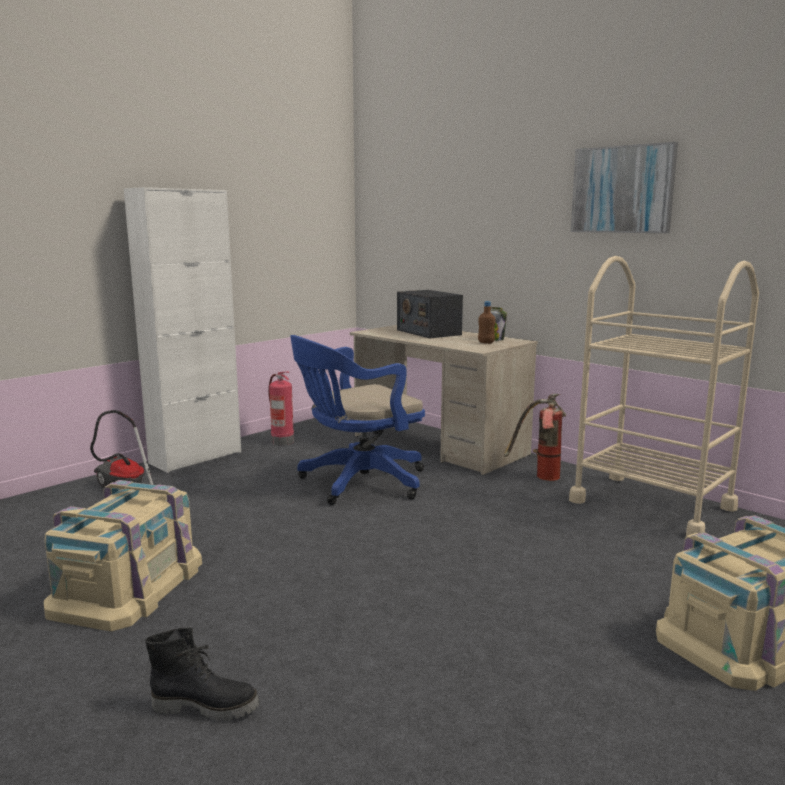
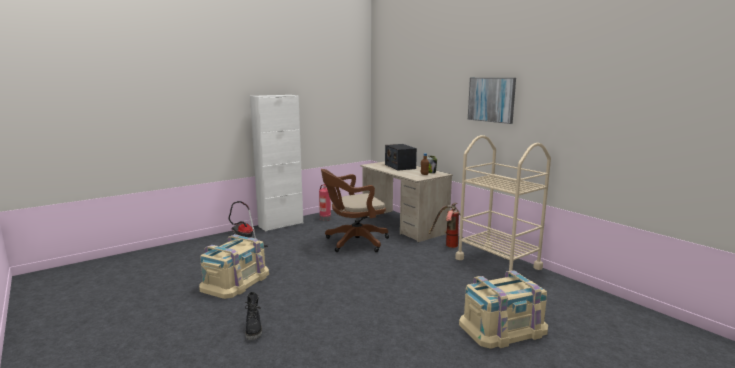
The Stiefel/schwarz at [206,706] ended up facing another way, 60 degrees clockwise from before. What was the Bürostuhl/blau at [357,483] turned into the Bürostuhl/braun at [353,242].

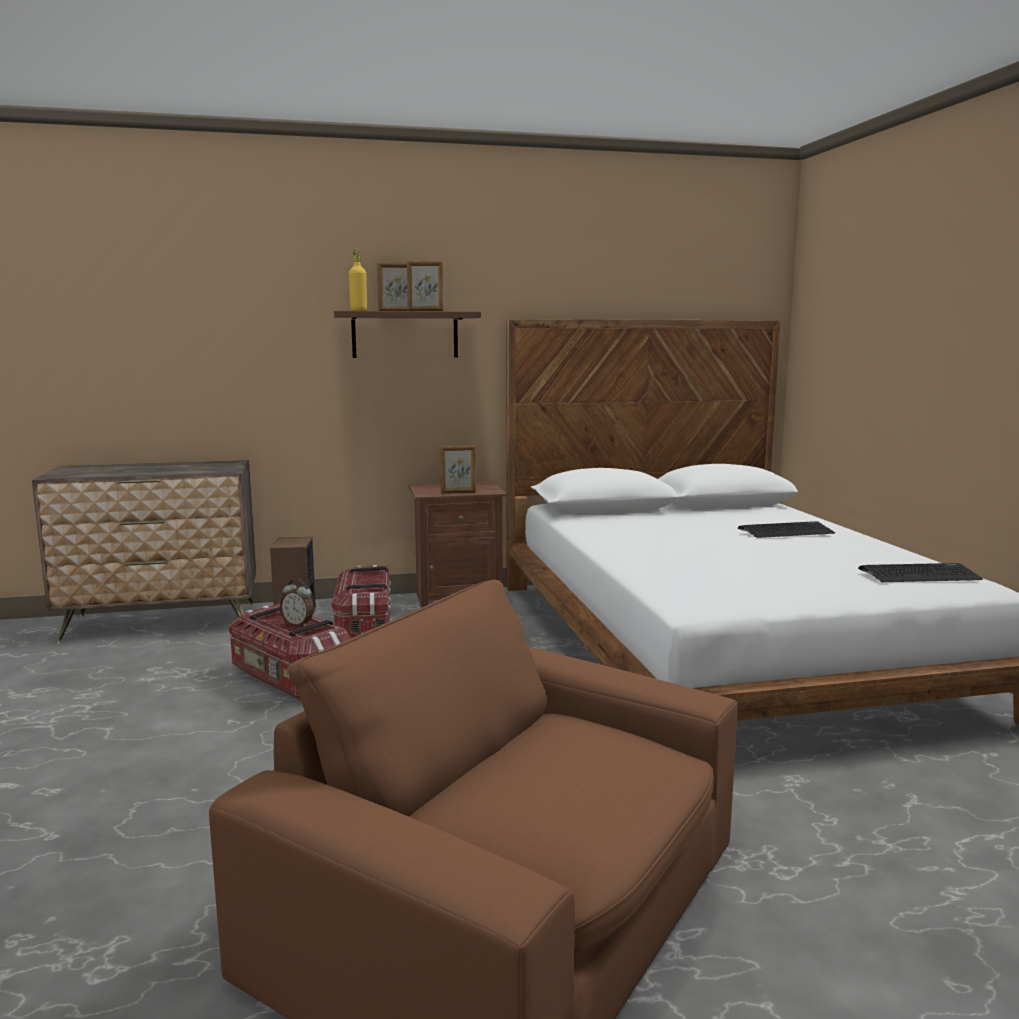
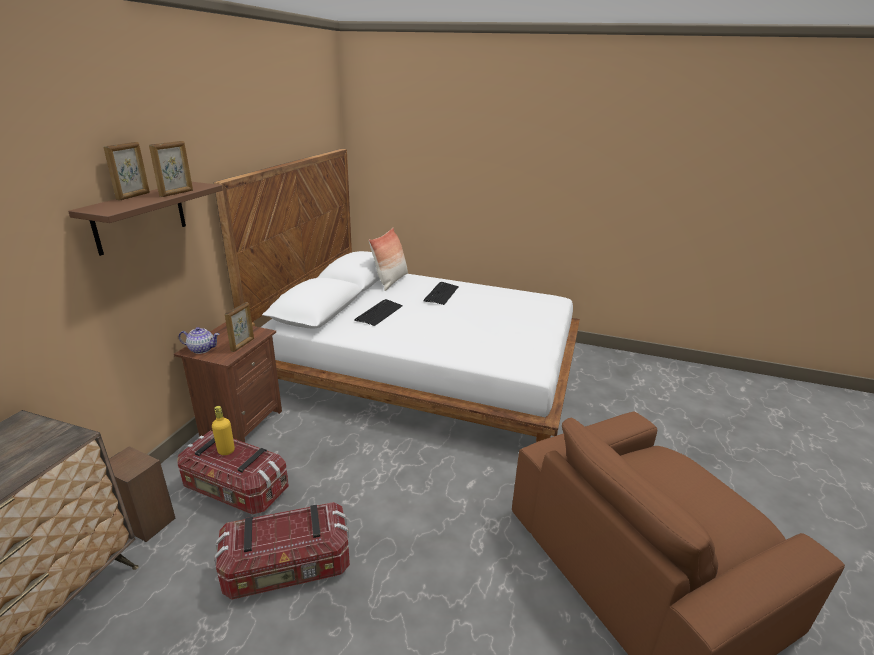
The second view gained the Teekanne at [201,349]. The Flasche/gelb ended up elsewhere, having gone from [358,310] to [226,451]. The Tastatur ended up elsewhere, having gone from [919,575] to [379,313]. The second view gained the Kissen at [391,281]. The second view lost the Wecker at [298,624].

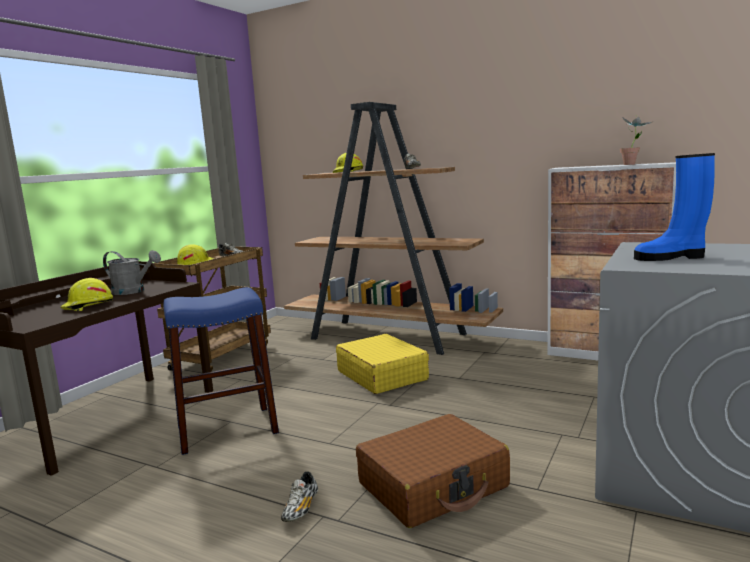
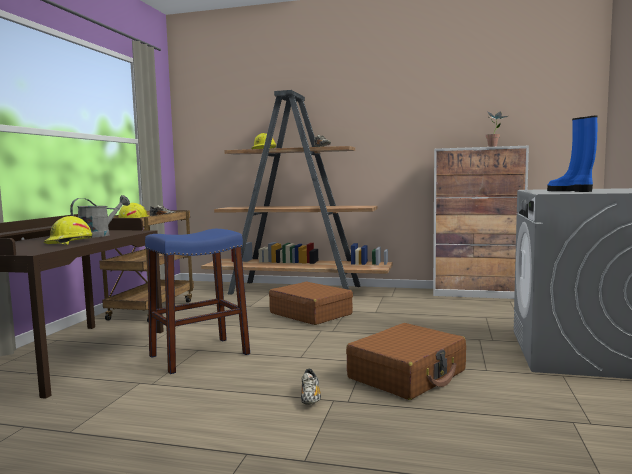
The Gießkanne/grau at [133,291] ended up facing another way, 60 degrees counterclockwise from before. What was the Koffer/gelb at [382,375] turned into the Koffer/braun at [310,313]. The Stiefel/blau at [671,258] ended up facing another way, 75 degrees clockwise from before.

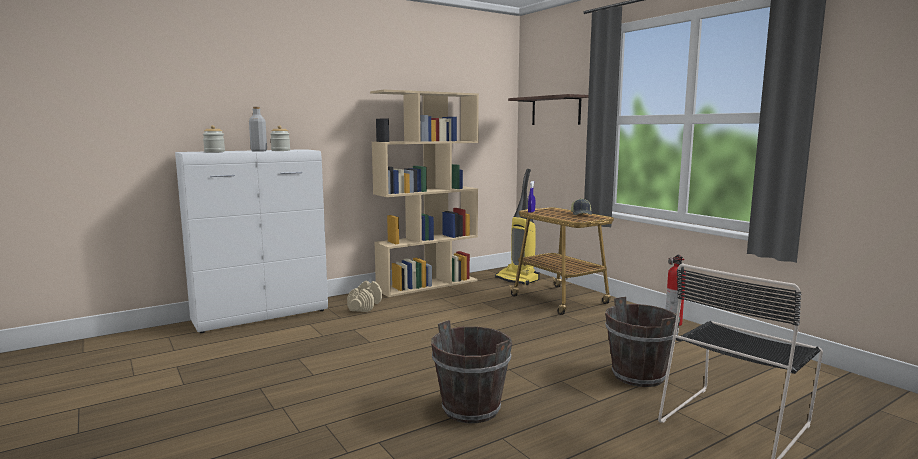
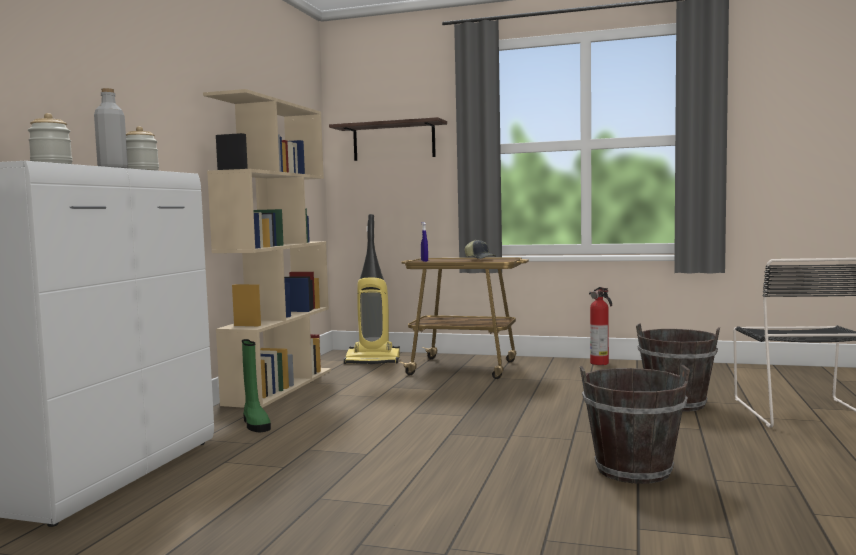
Where the Hantel/beige stood at [365,306], the Stiefel/grün came to stand at [255,424].

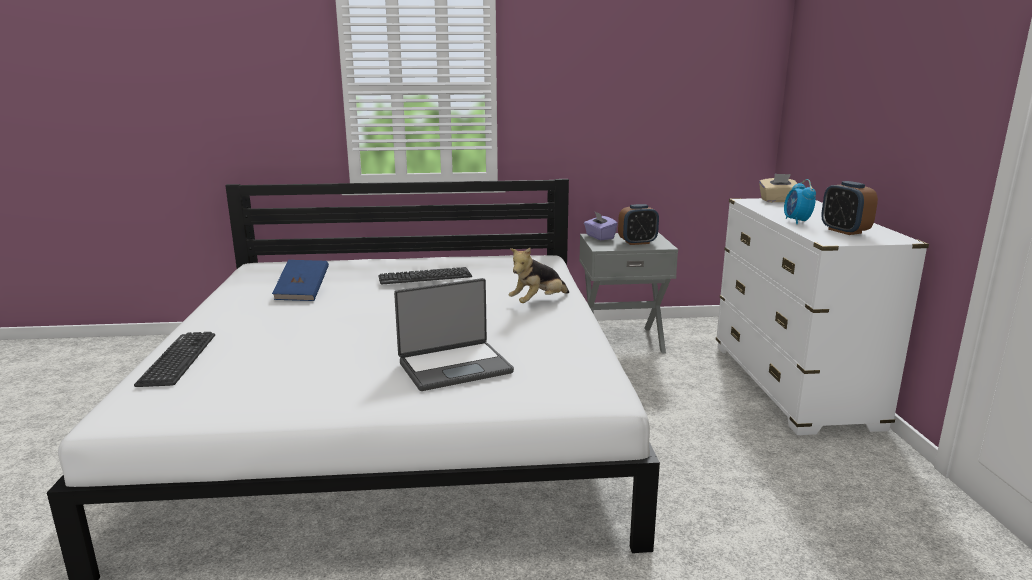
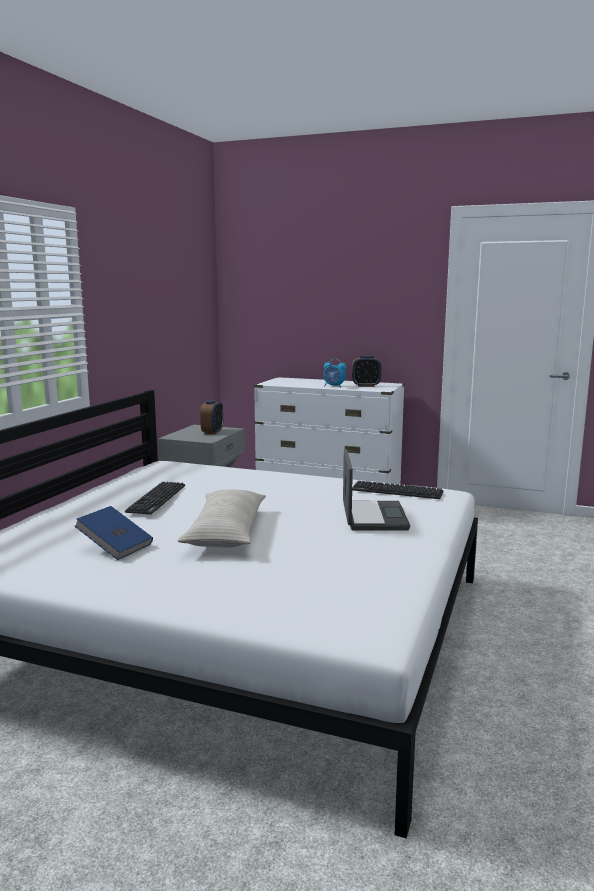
The second view gained the Kissen/beige at [226,531]. The Tastatur ended up elsewhere, having gone from [178,359] to [397,491]. The second view lost the Plüschtier at [538,302]. The second view lost the Taschentuchbox/lila at [599,237]. The second view lost the Taschentuchbox/beige at [778,201].

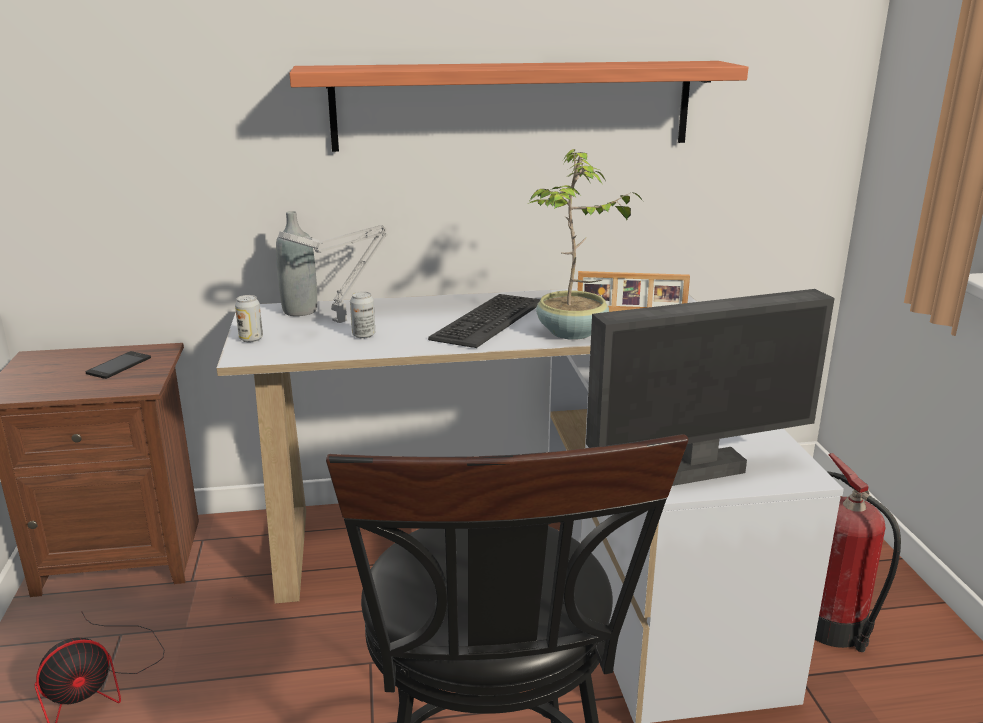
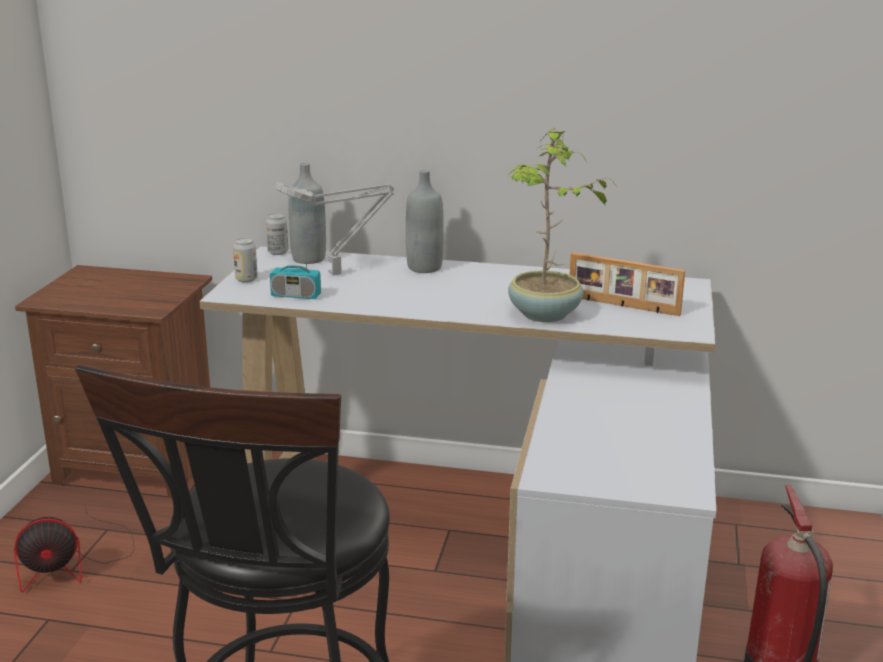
The Dose ended up elsewhere, having gone from [363,335] to [278,252]. The second view gained the Radio at [296,295]. The second view gained the Flasche/grau at [424,268]. The second view lost the Handy at [119,366]. The second view lost the Wandregal at [513,105]. The second view lost the Tastatur at [487,321]. The second view lost the Monitor at [696,470].

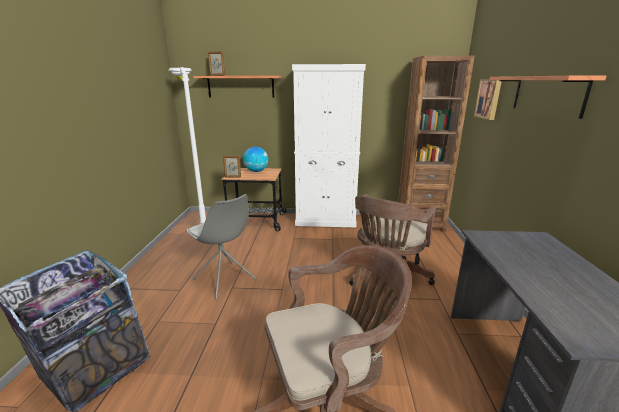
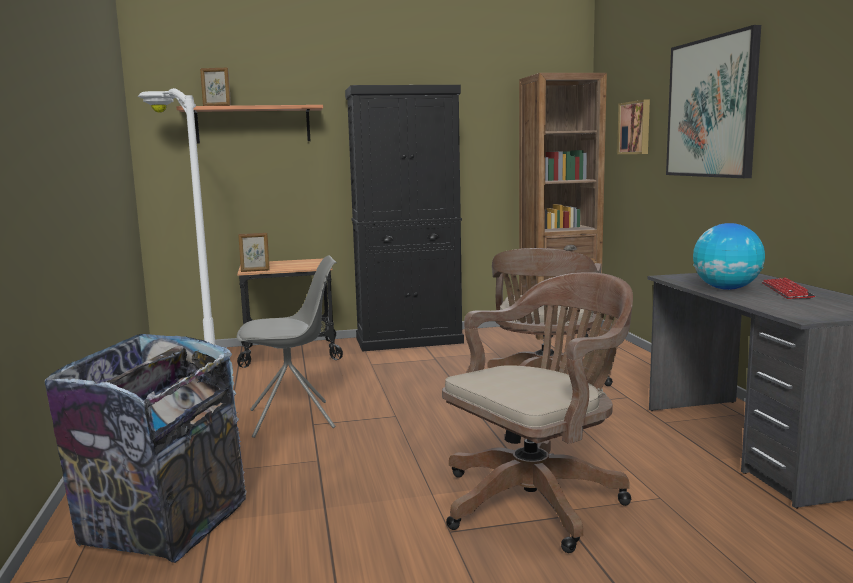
The Stuhl/grau at [225,280] ended up facing another way, 45 degrees counterclockwise from before. What was the Schrank/weiß at [325,220] turned into the Schrank/schwarz at [409,340]. Where the Wandregal hung at [547,94], the Bild came to hang at [711,108]. The Globus ended up elsewhere, having gone from [256,171] to [726,289]. The second view gained the Tastatur at [786,291].

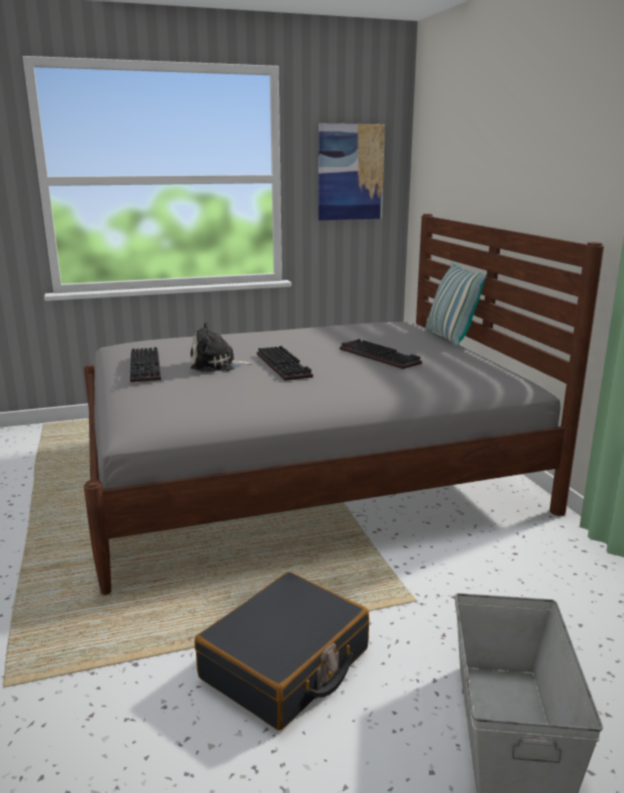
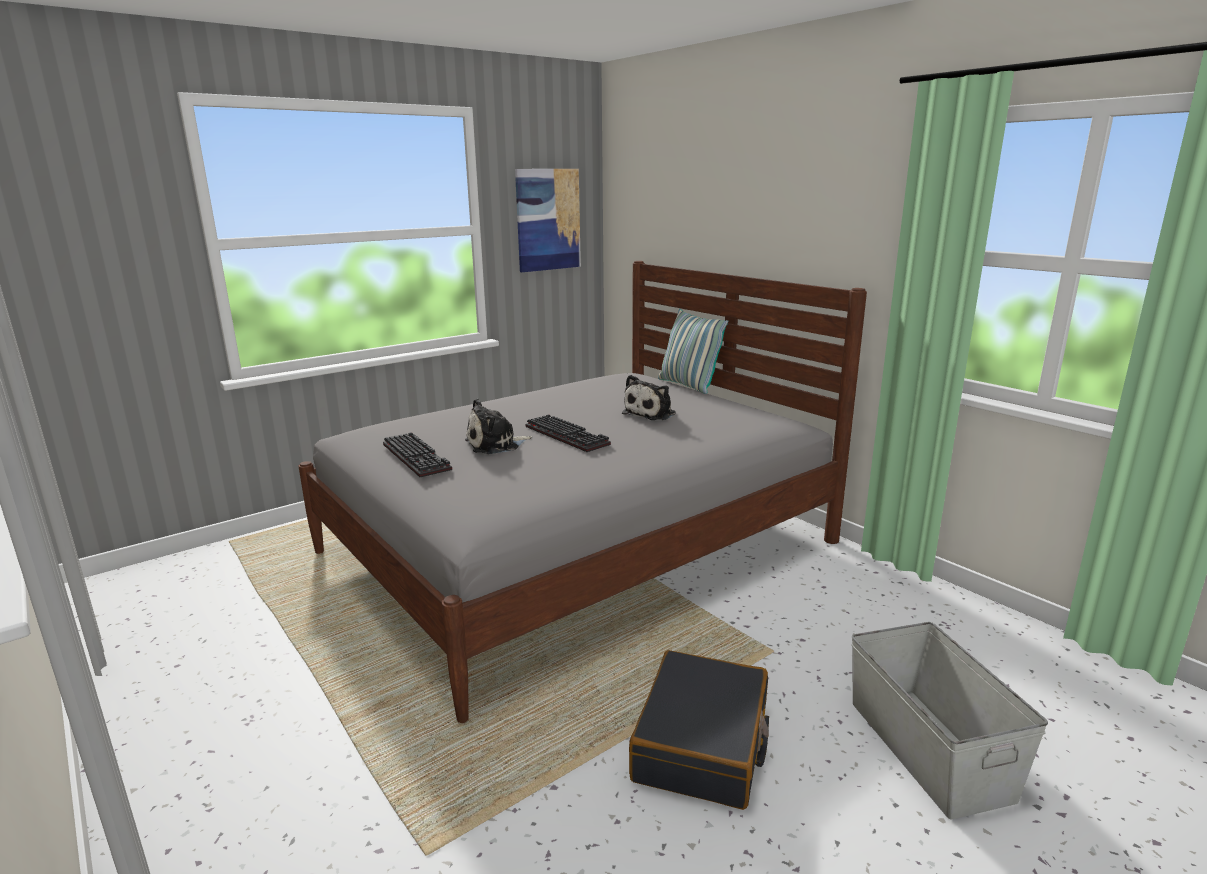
Where the Tastatur stood at [381,356], the Plüschtier came to stand at [651,413].

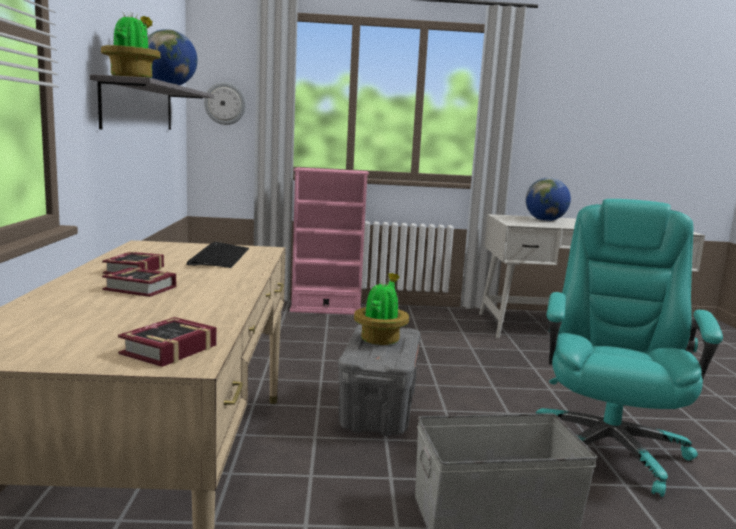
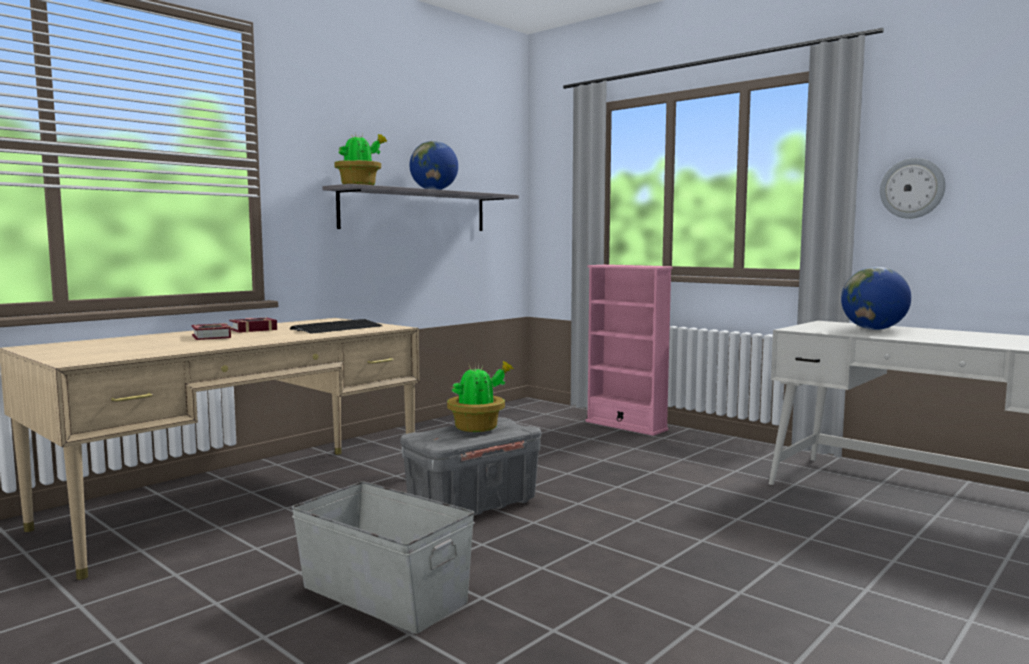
The Wanduhr ended up elsewhere, having gone from [225,103] to [912,188]. The second view lost the Buch at [164,350]. The second view lost the Bürostuhl/türkis at [608,448].

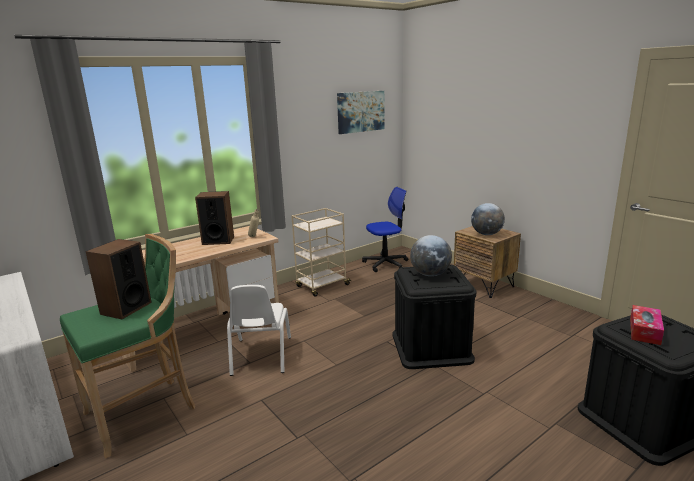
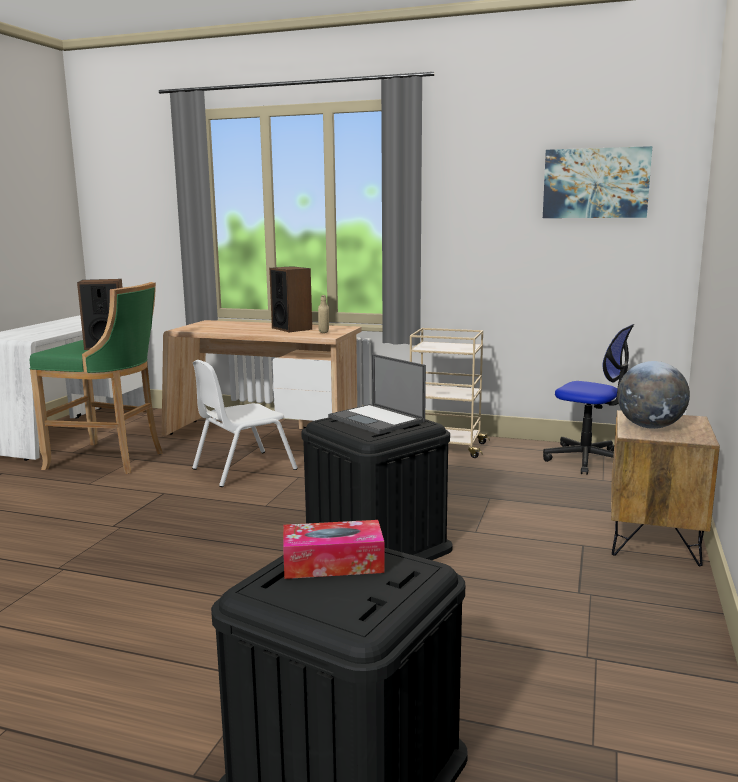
Where the Globus stood at [430,274], the Laptop came to stand at [377,420].

